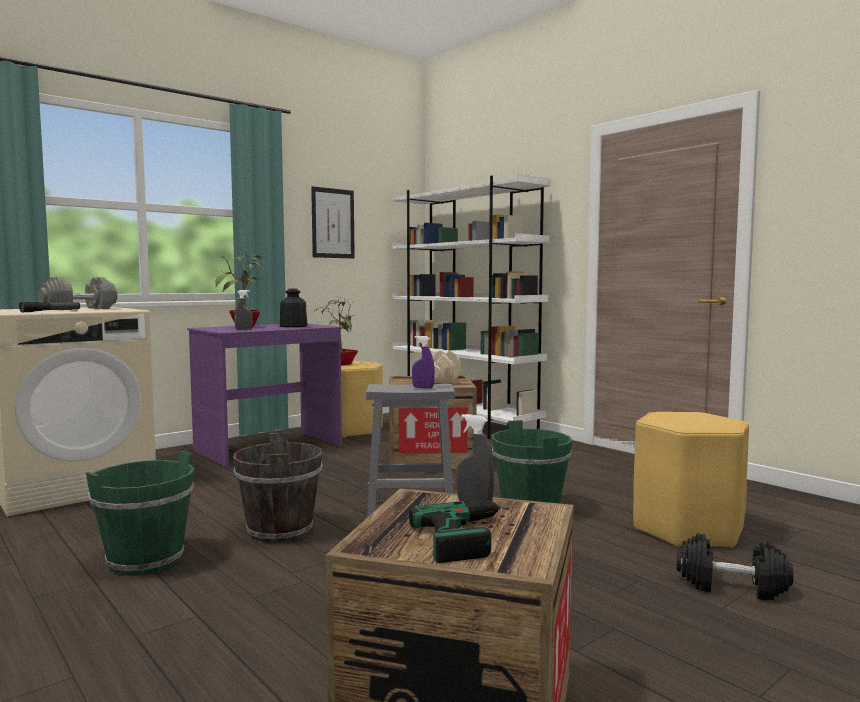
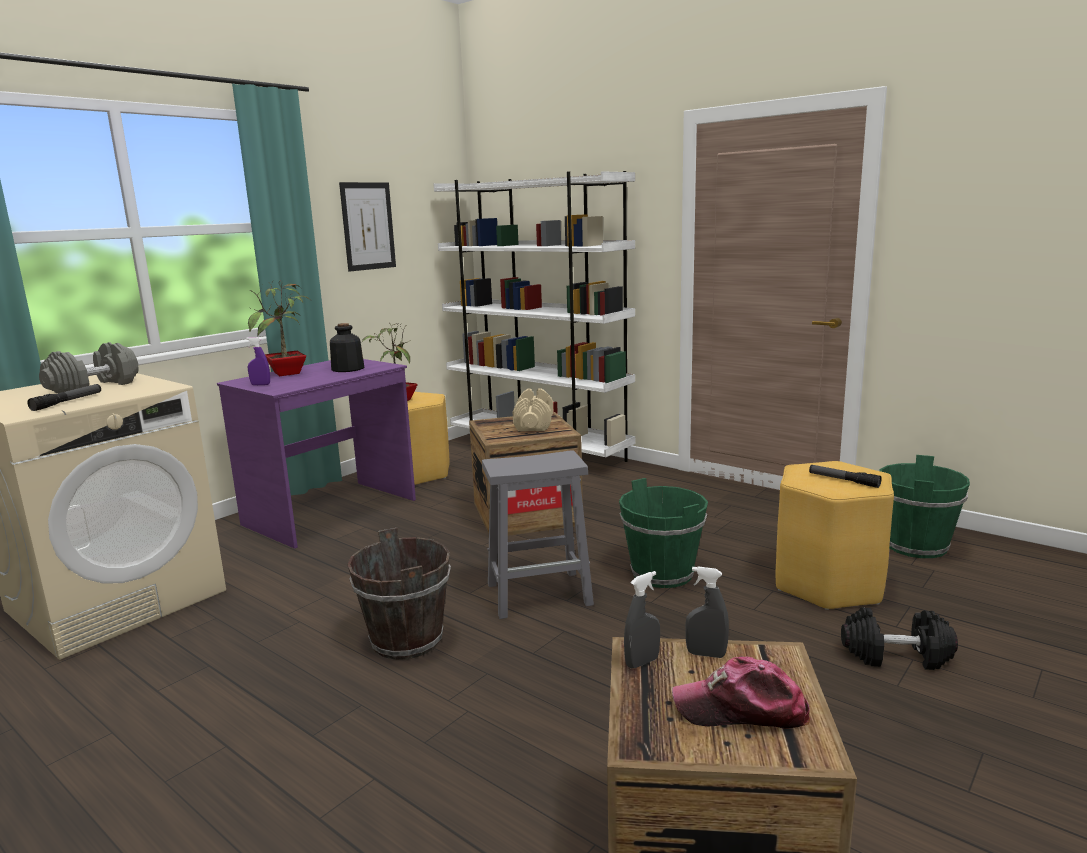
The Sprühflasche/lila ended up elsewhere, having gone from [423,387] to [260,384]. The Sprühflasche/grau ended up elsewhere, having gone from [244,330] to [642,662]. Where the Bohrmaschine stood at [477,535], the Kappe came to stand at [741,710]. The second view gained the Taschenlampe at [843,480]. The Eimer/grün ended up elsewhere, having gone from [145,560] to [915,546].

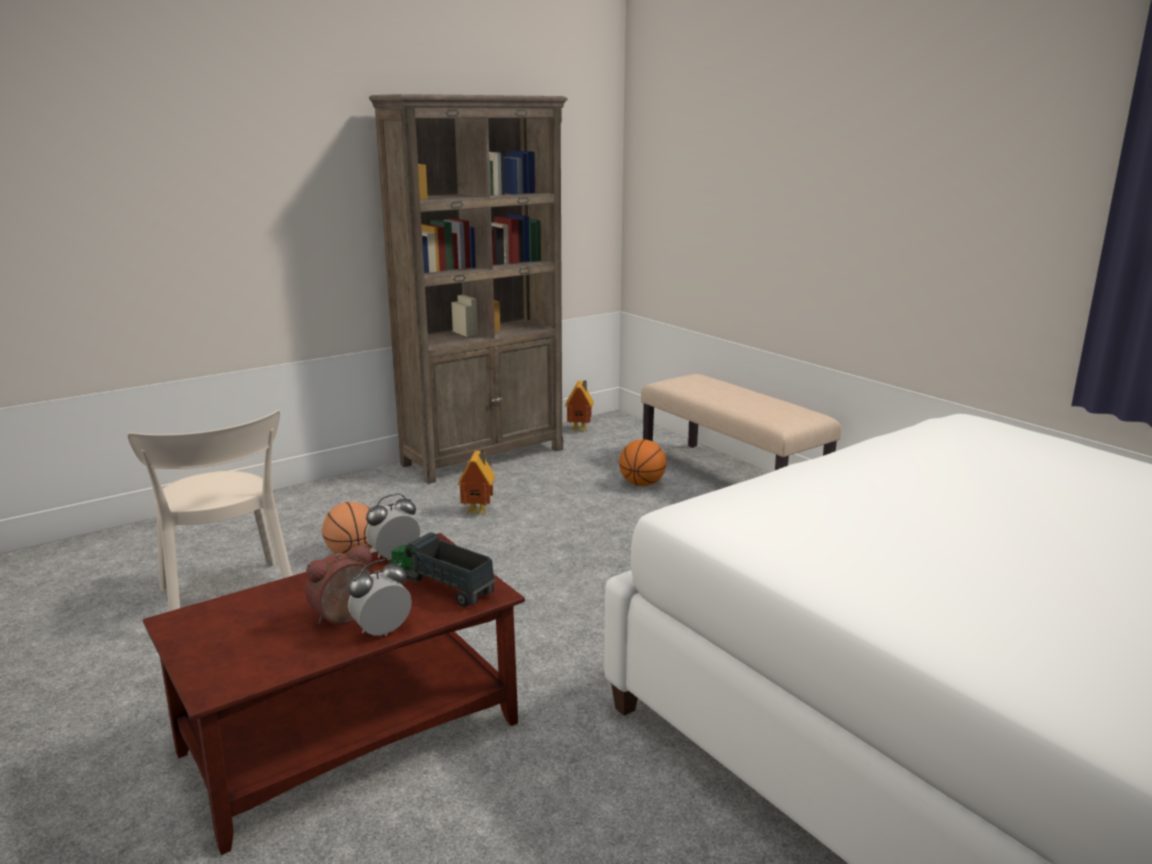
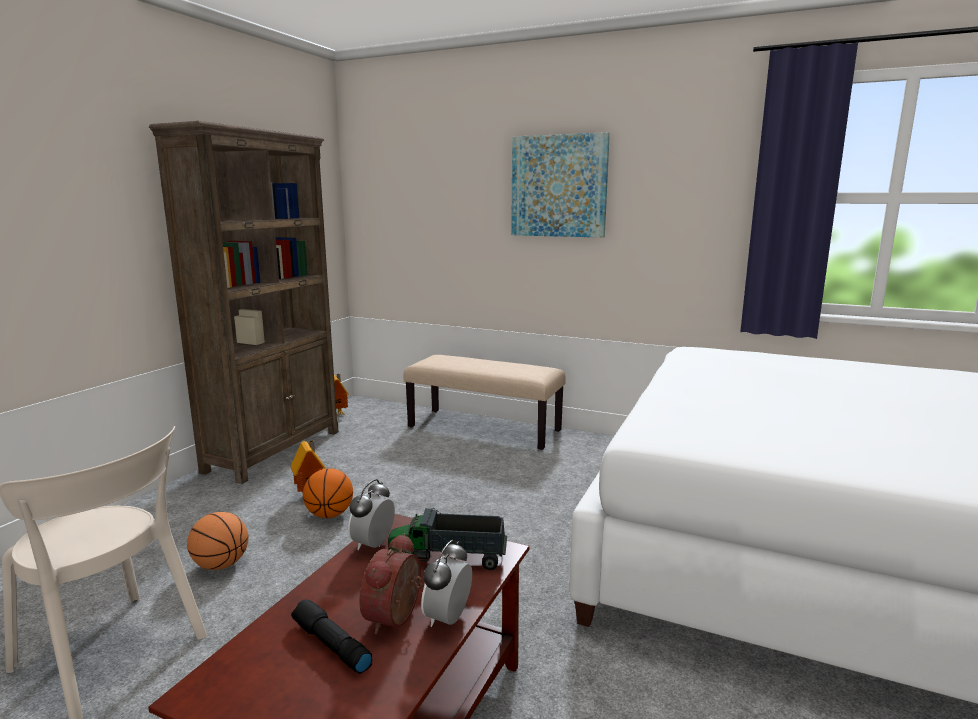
The second view gained the Taschenlampe/schwarz at [330,645]. The Basketball ended up elsewhere, having gone from [642,484] to [329,515]. The second view gained the Bild at [559,186].

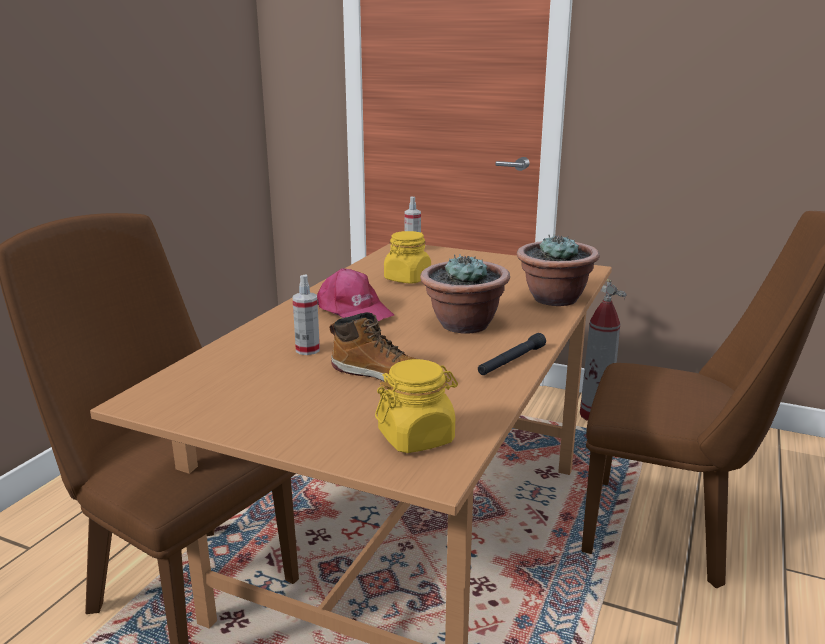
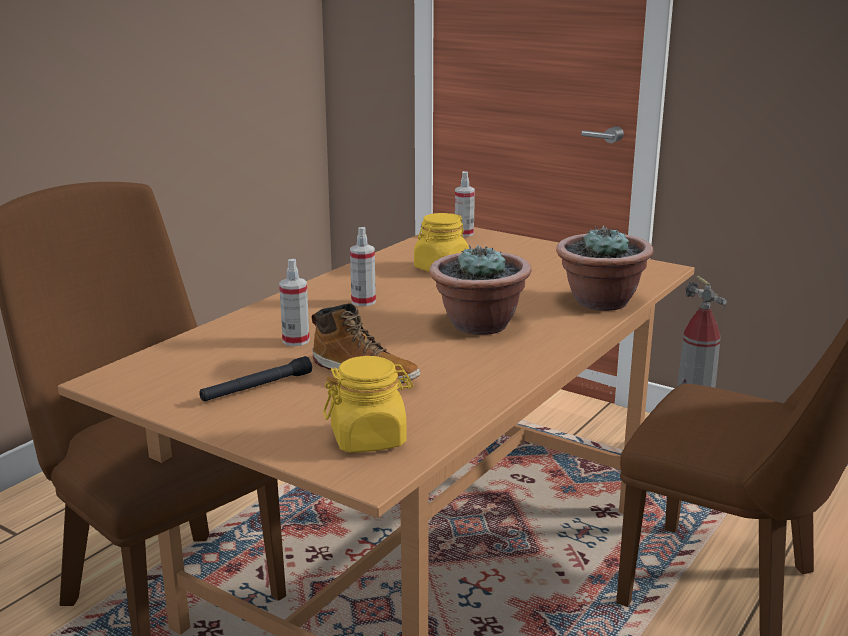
The Taschenlampe/schwarz ended up elsewhere, having gone from [511,361] to [257,387]. Where the Kappe/rosa stood at [353,311], the Sprühflasche came to stand at [363,302].

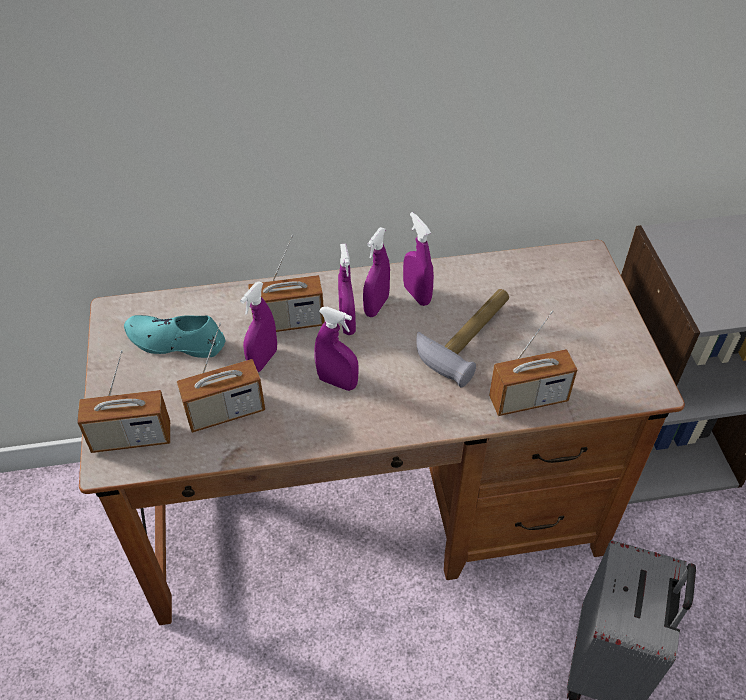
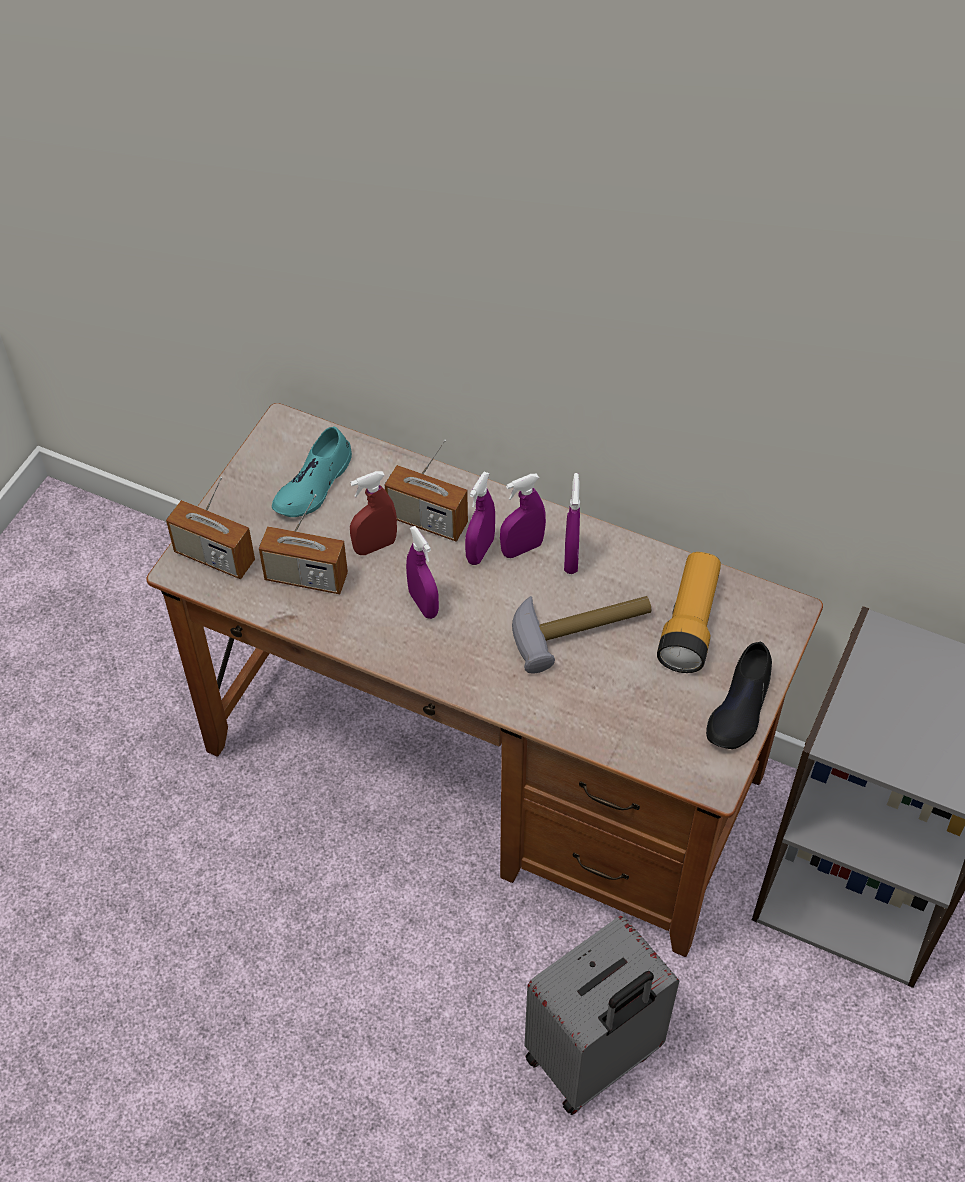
The Schuh/türkis at [175,341] ended up facing another way, 105 degrees counterclockwise from before. What was the Sprühflasche/lila at [263,360] turned into the Sprühflasche/rot at [375,546]. The second view gained the Taschenlampe at [689,624]. The second view gained the Schuh/schwarz at [740,706]. The second view lost the Radio at [528,399].

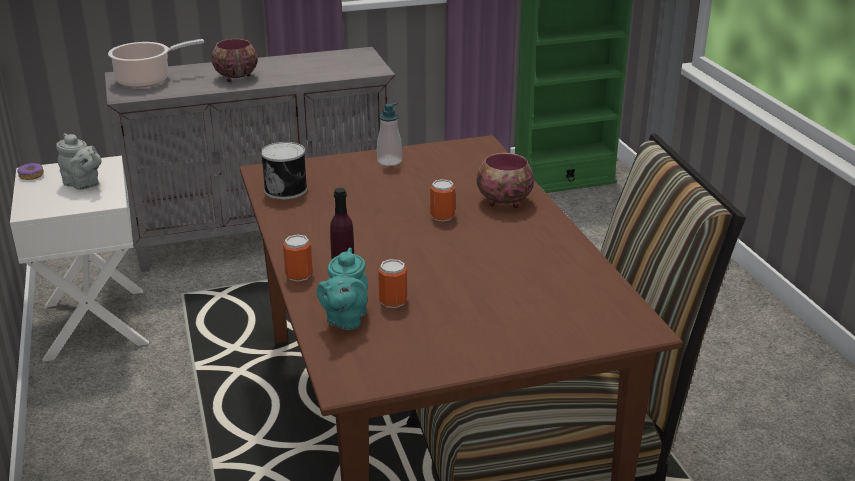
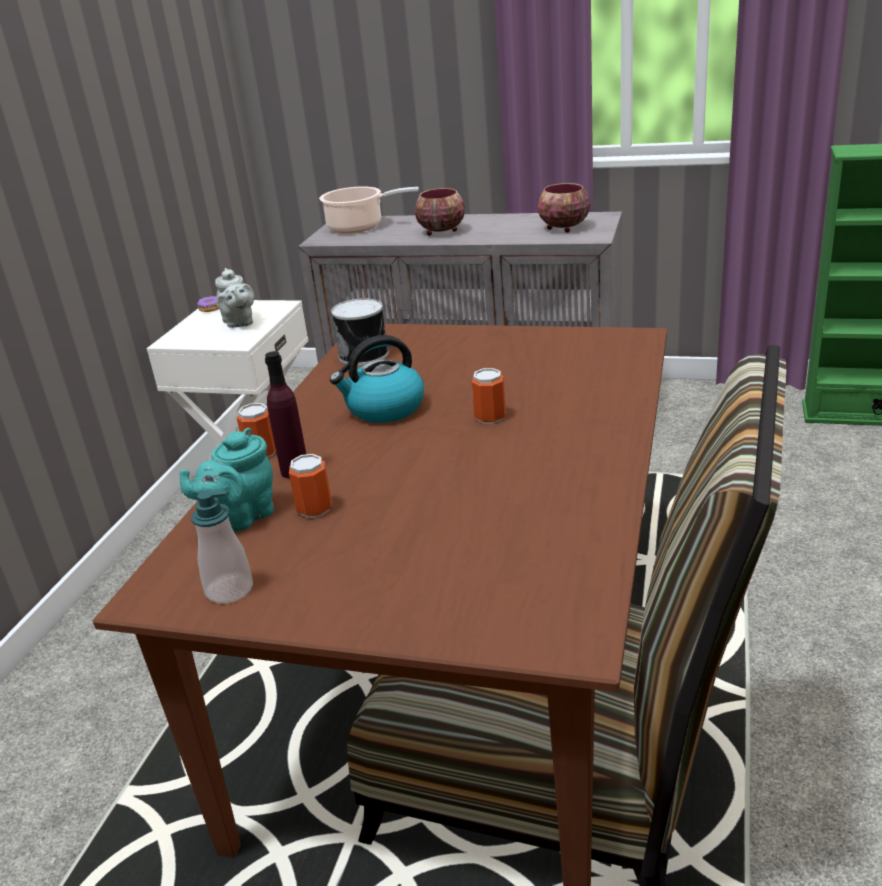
The Seifenspender ended up elsewhere, having gone from [389,161] to [229,590]. The second view gained the Wasserkessel at [384,409]. The Schüssel ended up elsewhere, having gone from [503,202] to [562,228].

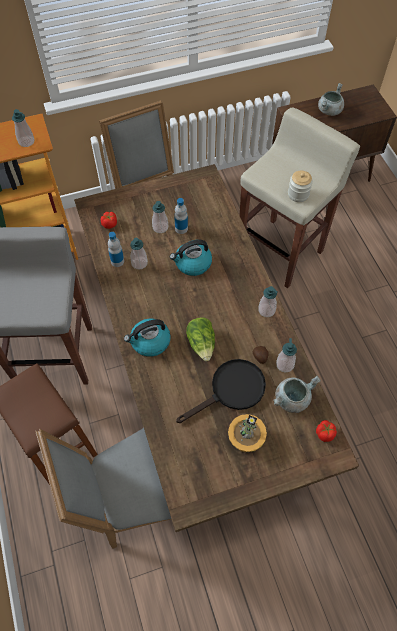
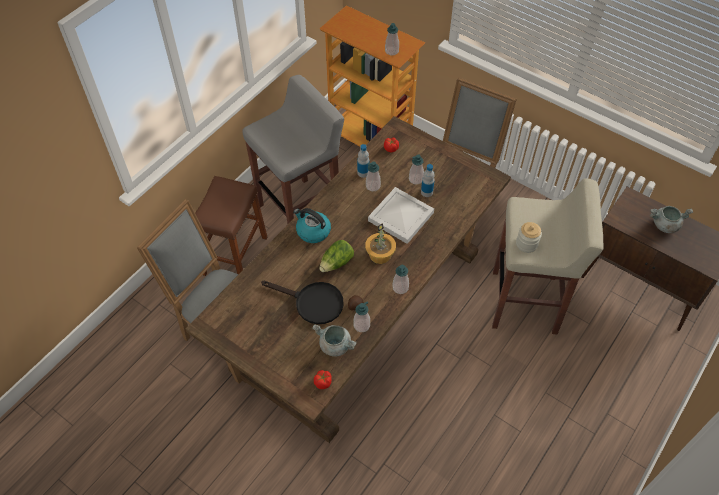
The Topfpflanze ended up elsewhere, having gone from [246,438] to [380,255]. Where the Wasserkessel stood at [192,264], the Tablett/weiß came to stand at [401,217].

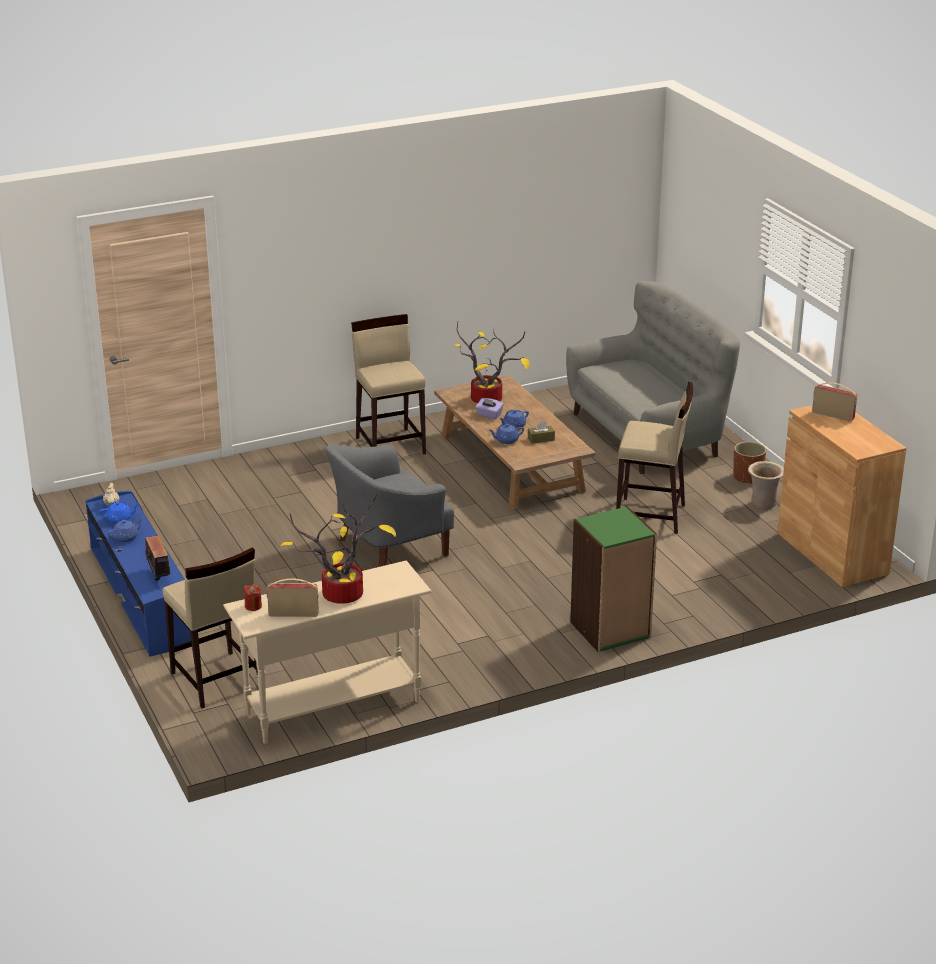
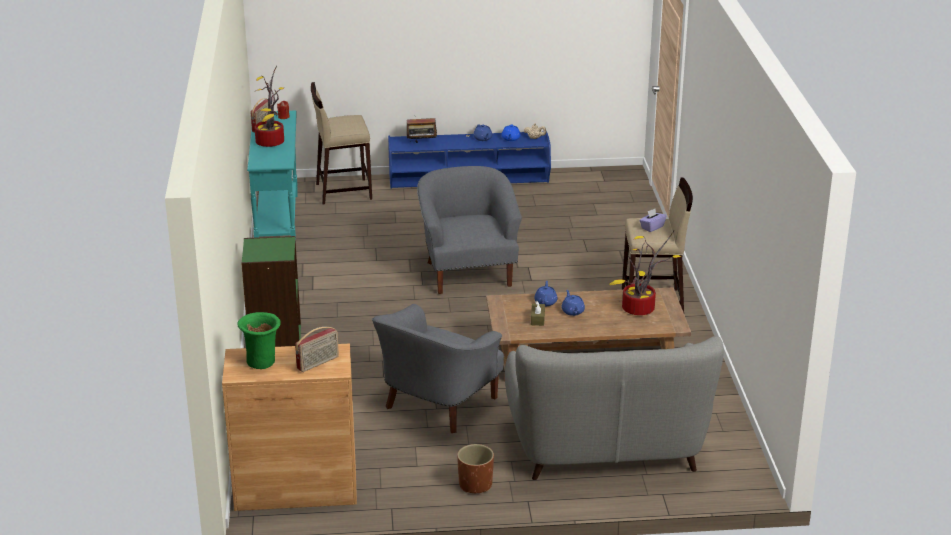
The second view gained the Vase/grün at [262,361]. What was the Konsolentisch/beige at [332,707] turned into the Konsolentisch/türkis at [277,222]. Where the Hocker/beige stood at [651,516], the Sessel/grau came to stand at [437,405]. The Taschentuchbox/lila ended up elsewhere, having gone from [489,415] to [652,227]. The second view lost the Vase/beige at [763,504].

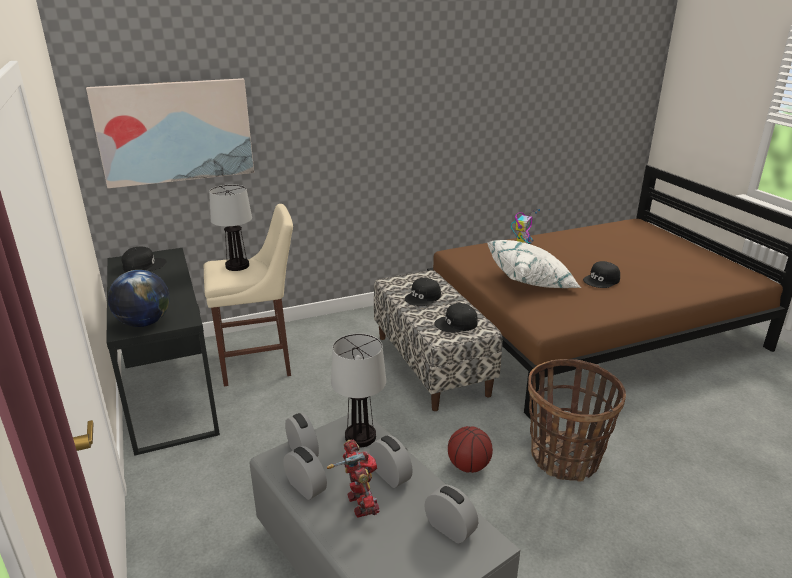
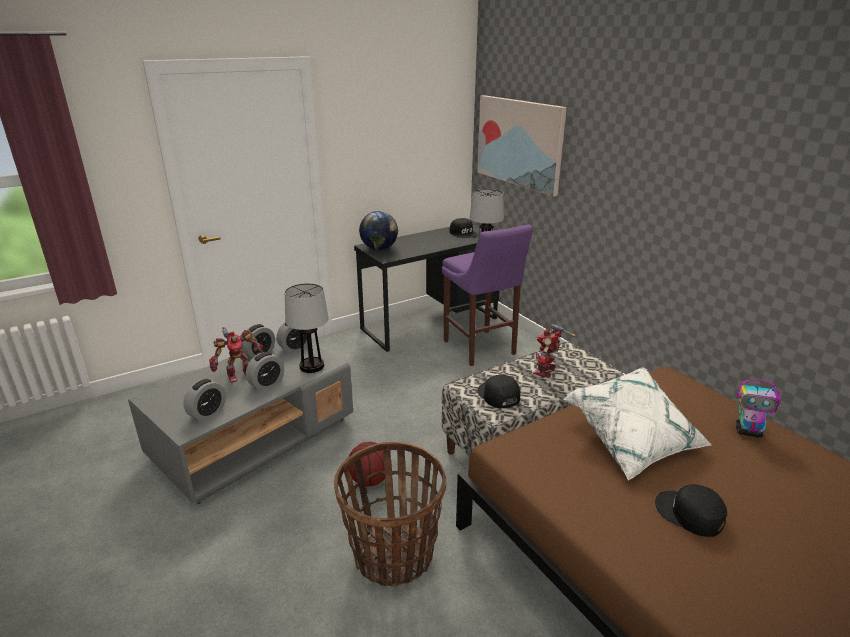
What was the Hocker/beige at [260,364] turned into the Hocker/lila at [480,349]. Where the Kappe/schwarz stood at [423,297], the Spielzeugroboter came to stand at [546,371].

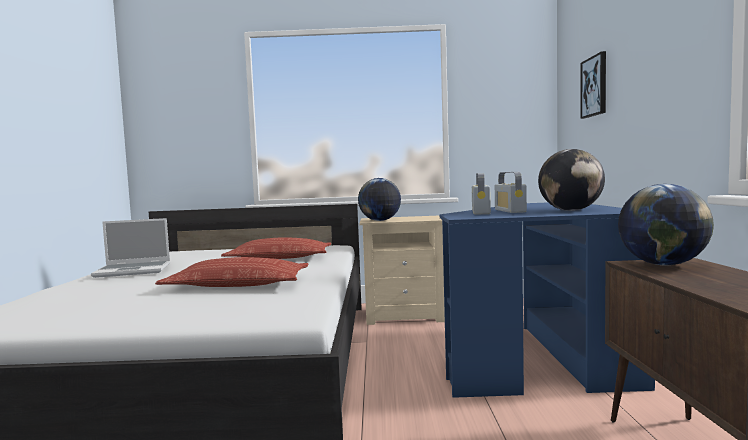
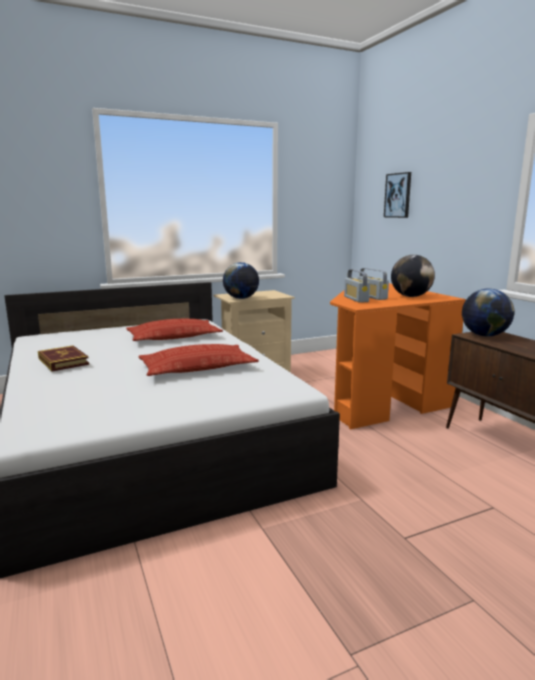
Where the Laptop stood at [134,270], the Buch came to stand at [63,361]. What was the Schreibtisch/blau at [540,360] turned into the Schreibtisch/orange at [378,396].

